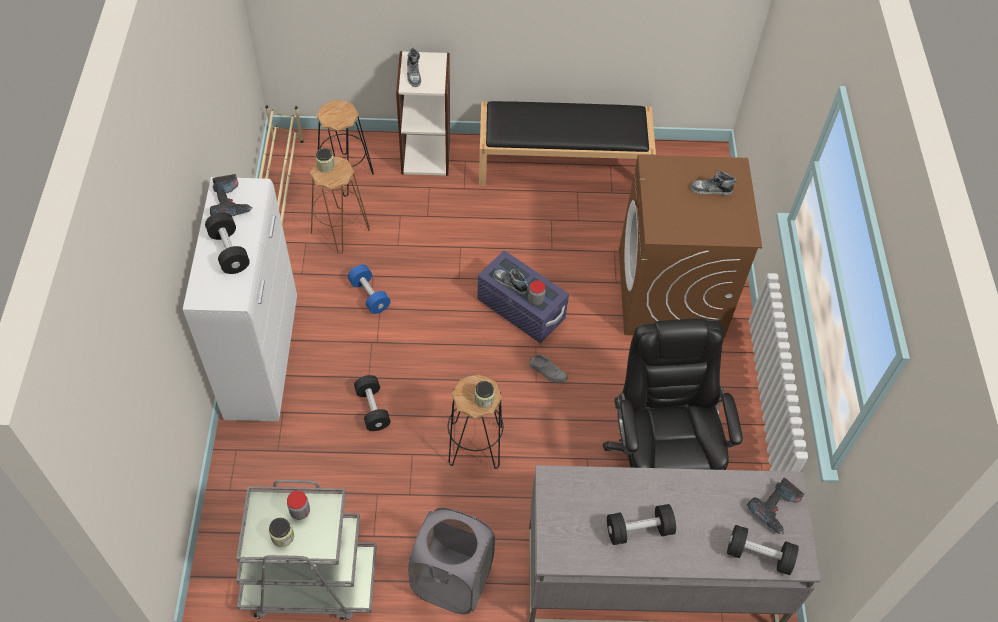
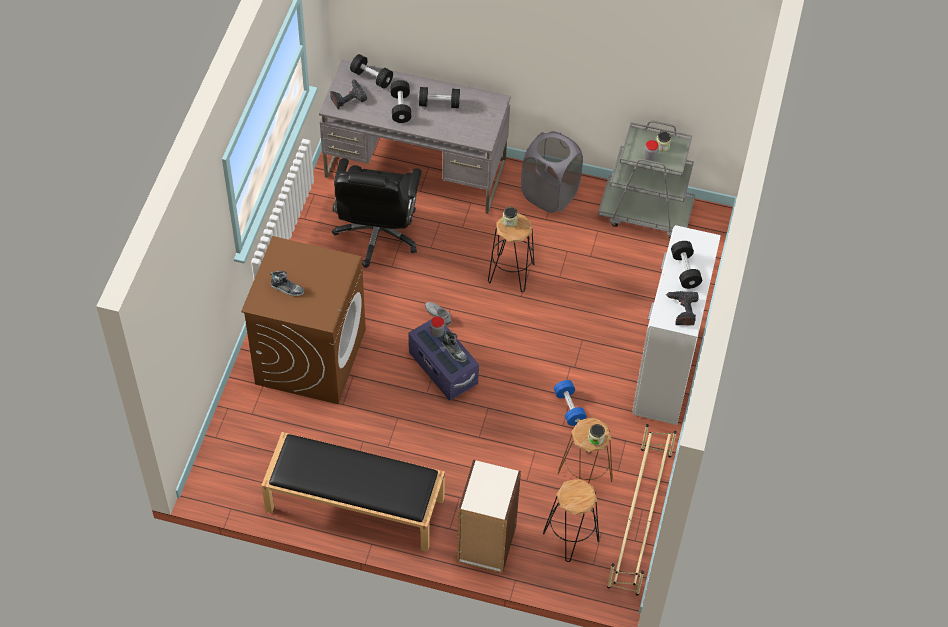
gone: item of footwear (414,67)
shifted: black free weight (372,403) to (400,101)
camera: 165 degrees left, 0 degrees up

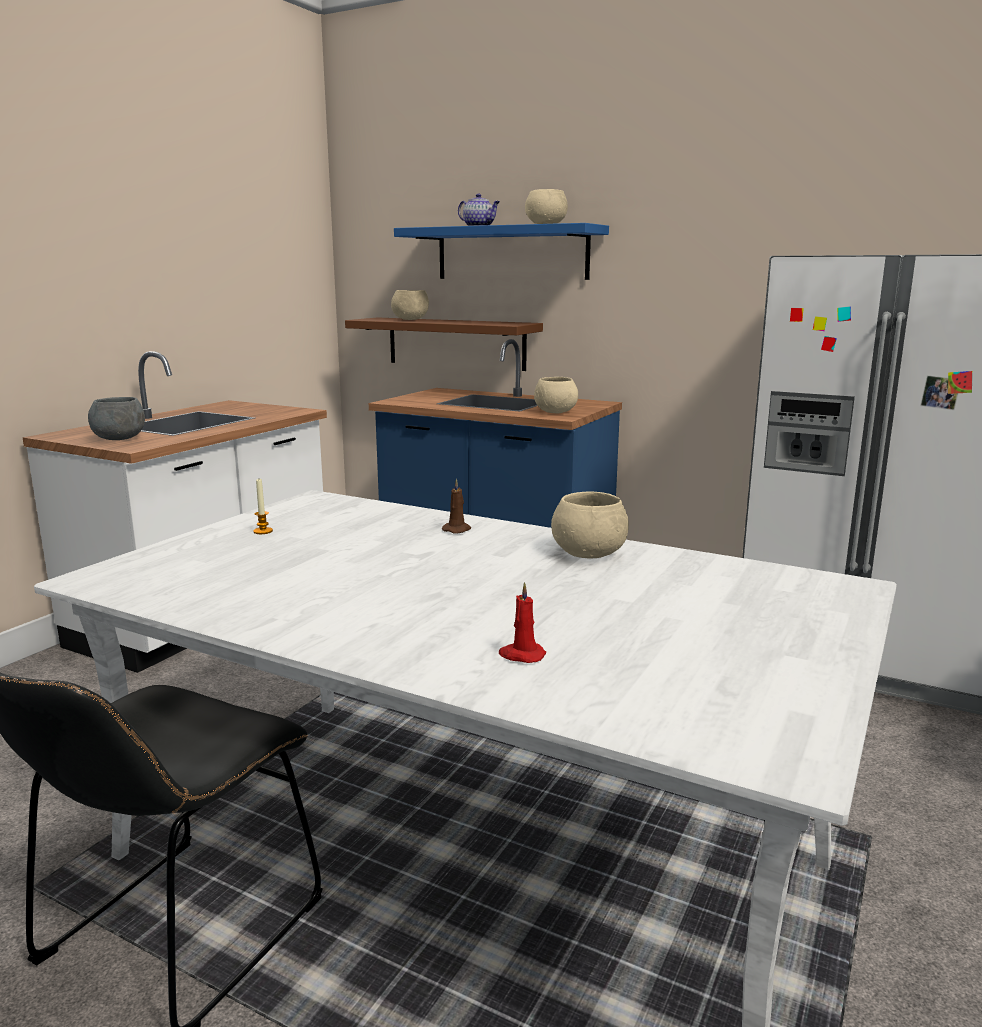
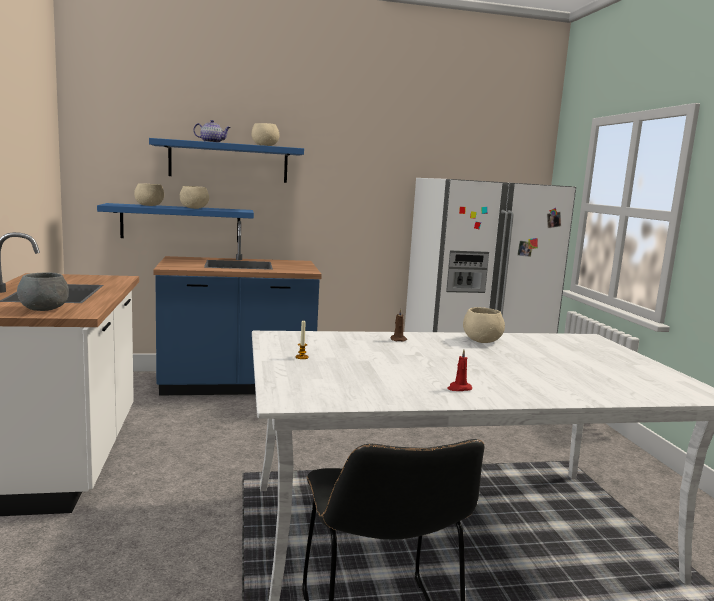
shifted: red wax candle (522,622) to (459,370); sand-coloured bowl (556,395) to (194,197)
repainted: brown-coloured wall shelf (444,344) to blue wall shelf (175,222)
camera: 40 degrees left, 5 degrees down

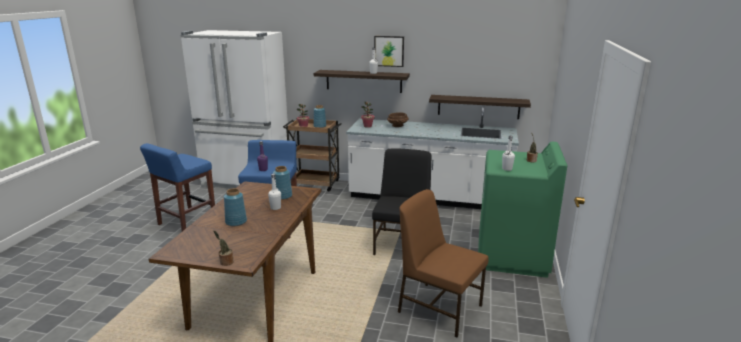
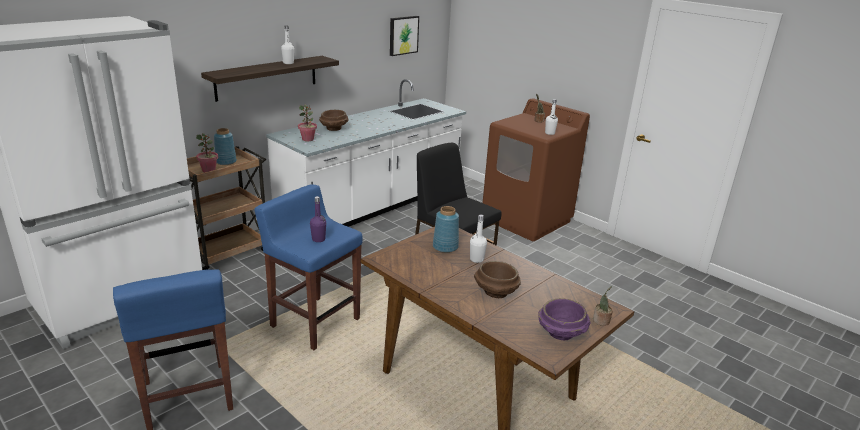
gone: brown-coloured plain chair (443,263); wall shelf (480,107)
new: purple-coloured bowl (564,319)
shifted: picture (389,51) to (404,36)
swapped: blue flower vase (235,207) to brown-coloured bowl (497,279)
repainted: green-coloured laundry appliance (522,210) to brown-coloured laundry appliance (536,169)
camera: 60 degrees left, 5 degrees up

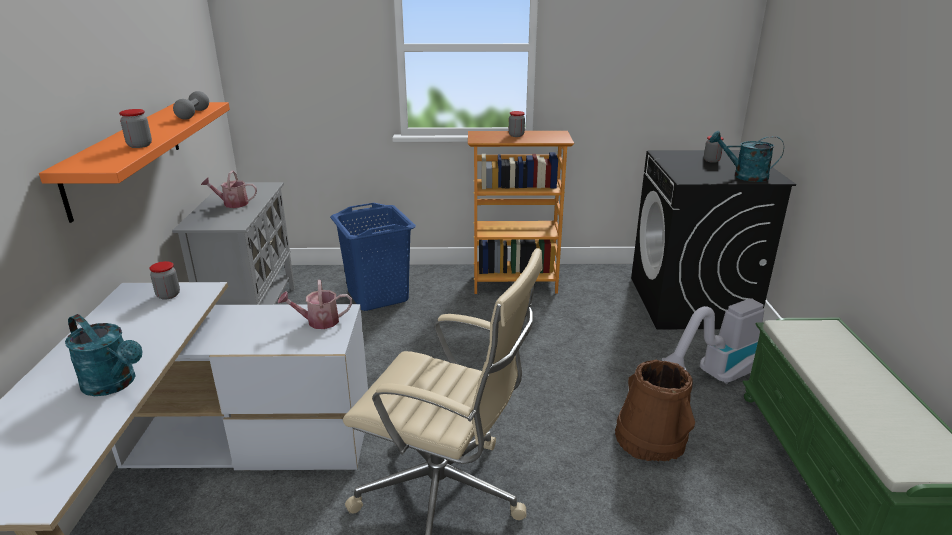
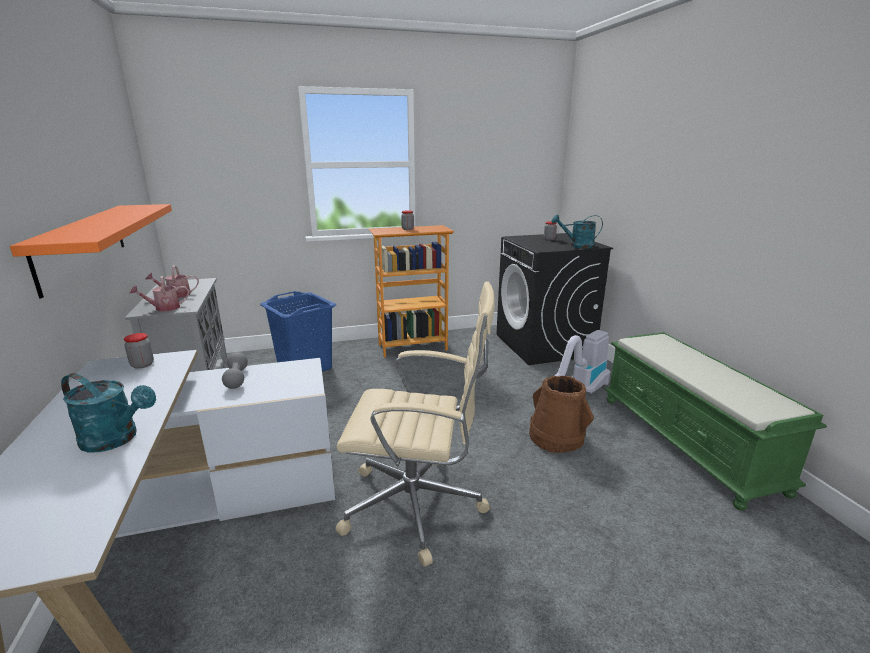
gone: jar (135,128)
shifted: greyish free weight (191,105) to (235,370); watering pot (315,304) to (159,293)
camera: 15 degrees left, 5 degrees down

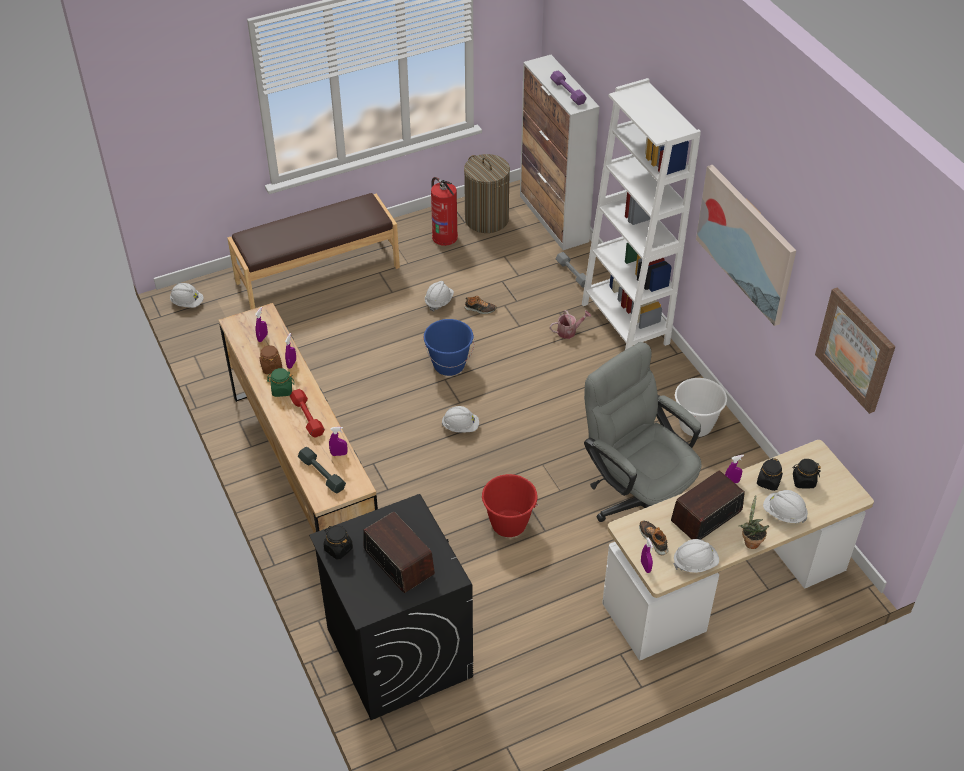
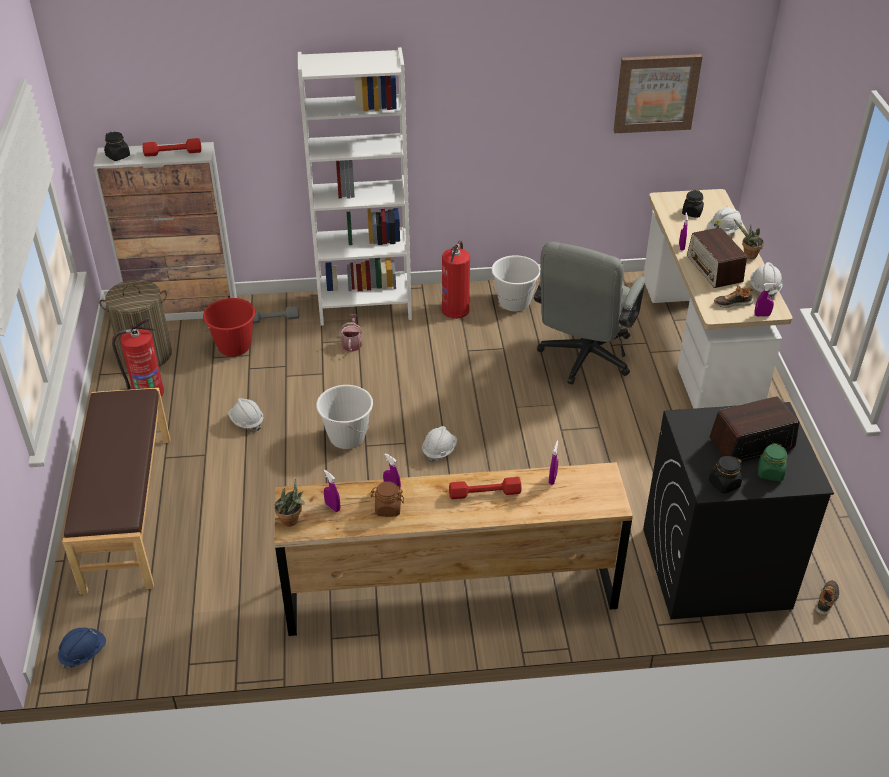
gone: greyish free weight (322,470); picture (746,245)
new: houseplant (289,502); extinguisher (456,279)
shifted: green-coloured jar (280,382) to (772,462); item of footwear (480,304) to (827,597); red bucket (510,505) to (229,327); black jar (770,474) to (117,146)
repainted: white work helmet (187,295) to blue work helmet (82,648); blue bucket (449,347) to white bucket (344,417); purple-coloured free weight (568,87) to red free weight (172,147)
rotated: greyish desk chair (643,432) = (589,313) 45 degrees counterclockwise
camera: 70 degrees left, 5 degrees down

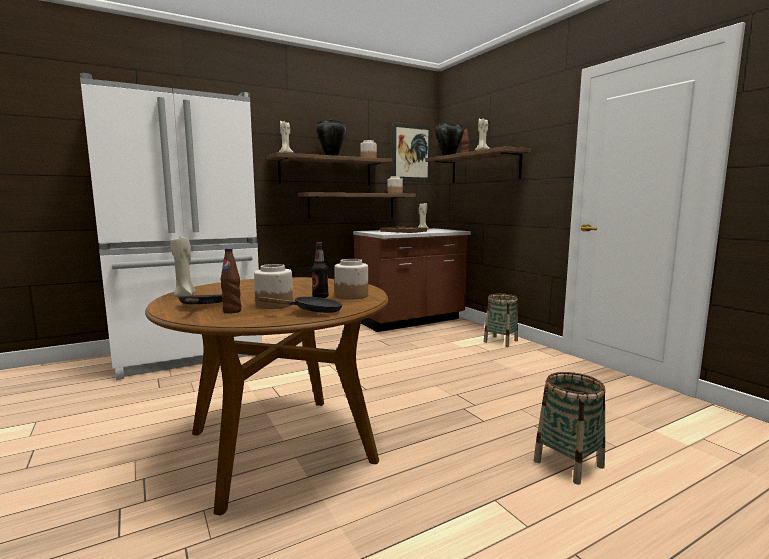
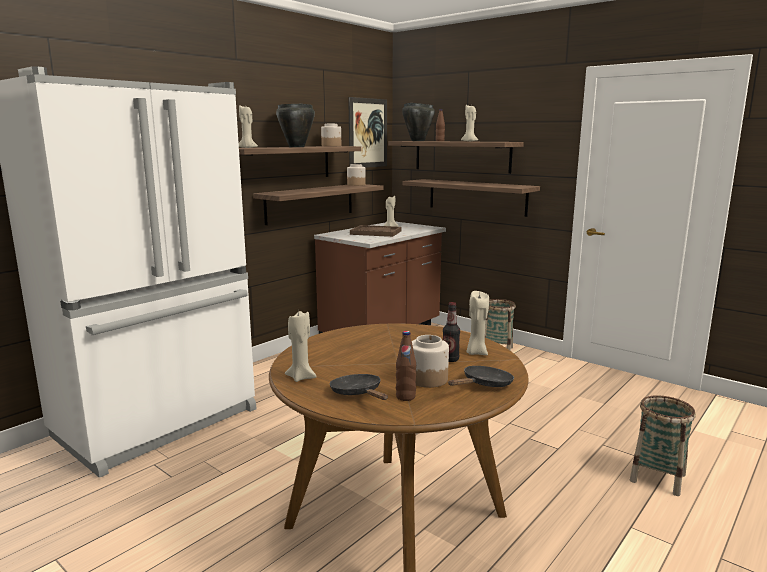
new: wall shelf (471,198)
swapped: jar (351,279) to sand-coloured wax candle (478,323)
camera: 20 degrees left, 5 degrees up

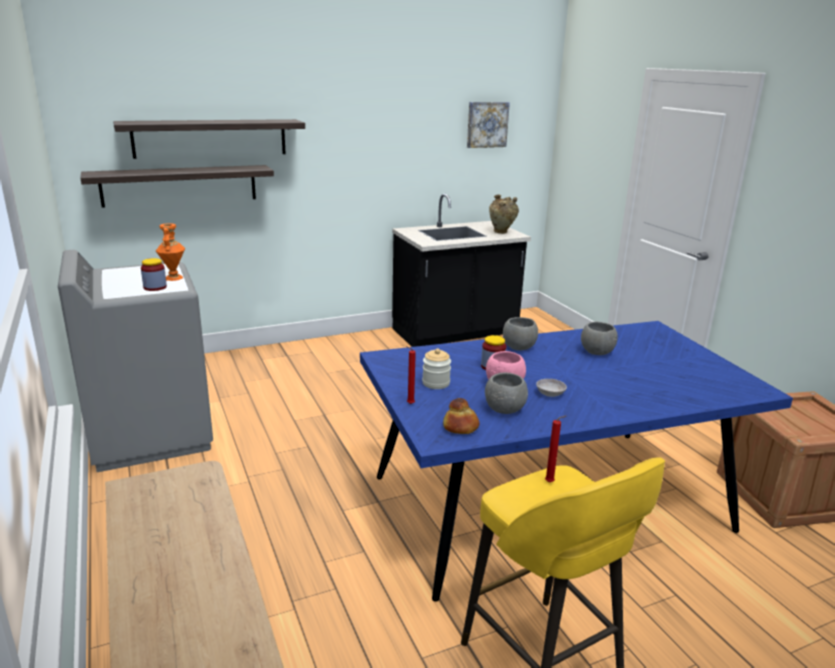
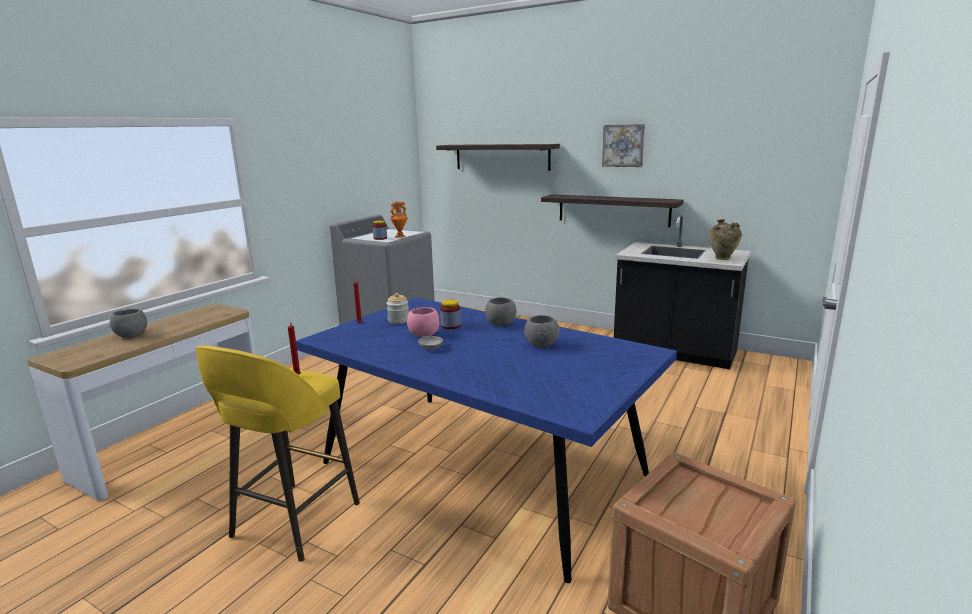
gone: bakery bread (461,416)
shifted: wall shelf (177,186) to (612,210); picture (488,125) to (623,145); greyish bowl (506,393) to (128,323)
camera: 55 degrees right, 5 degrees down

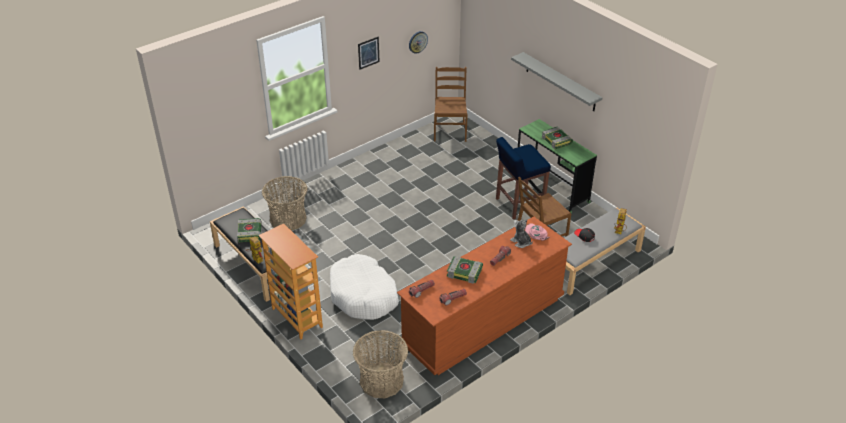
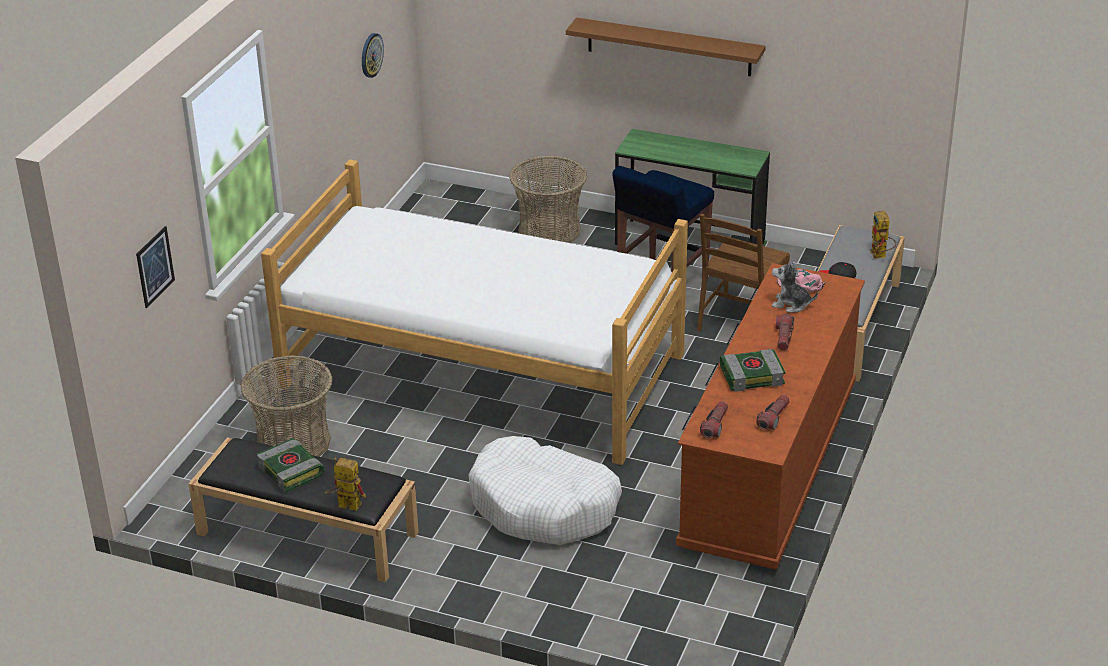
gone: bookcase (291,282); brown-coloured plain chair (451,104); book (557,138)
new: bedroom bed (474,312)
shifted: household basket (380,364) to (548,199); picture (369,53) to (155,267)
repainted: greyish wall shelf (557,81) to brown-coloured wall shelf (666,47)
camera: 30 degrees left, 5 degrees down

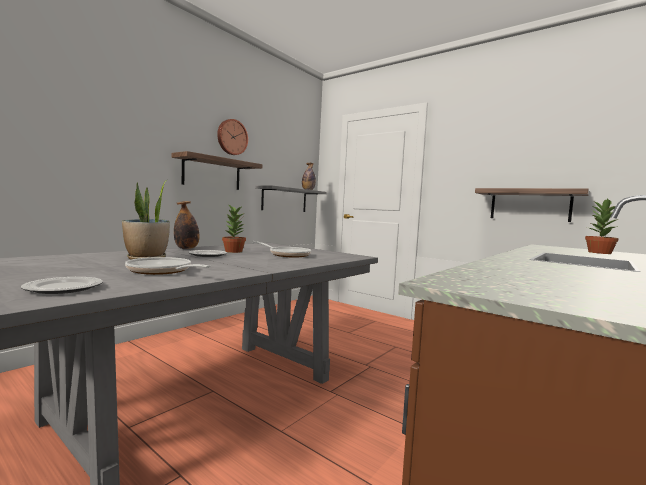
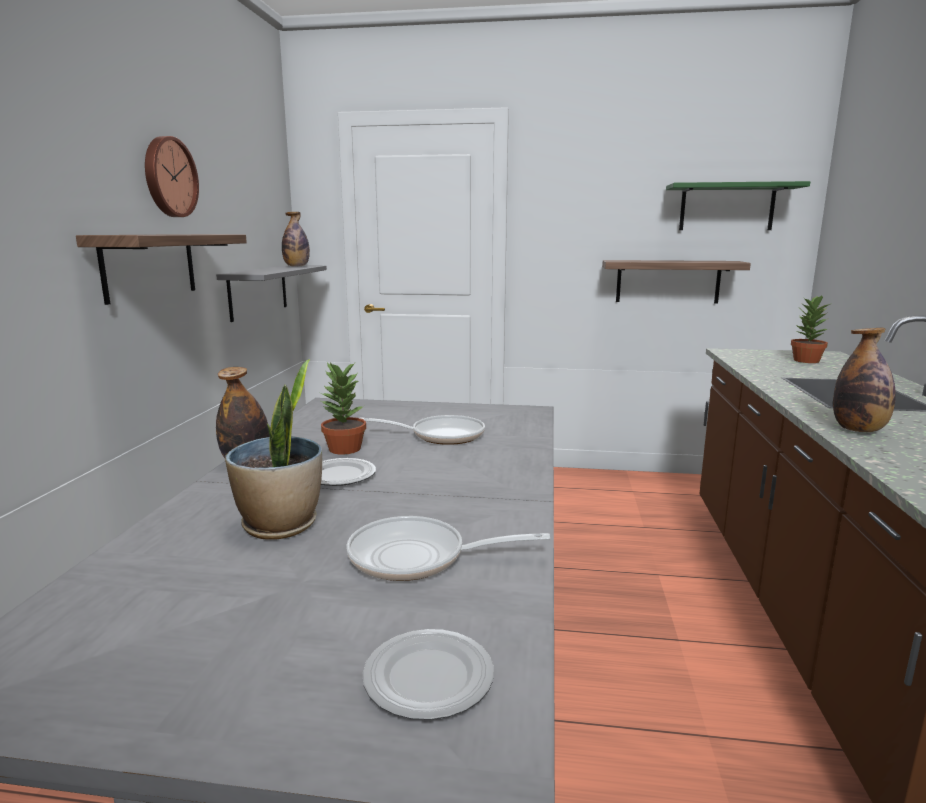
new: green-coloured wall shelf (738,205); drink bottle (864,380)
camera: 30 degrees left, 10 degrees up

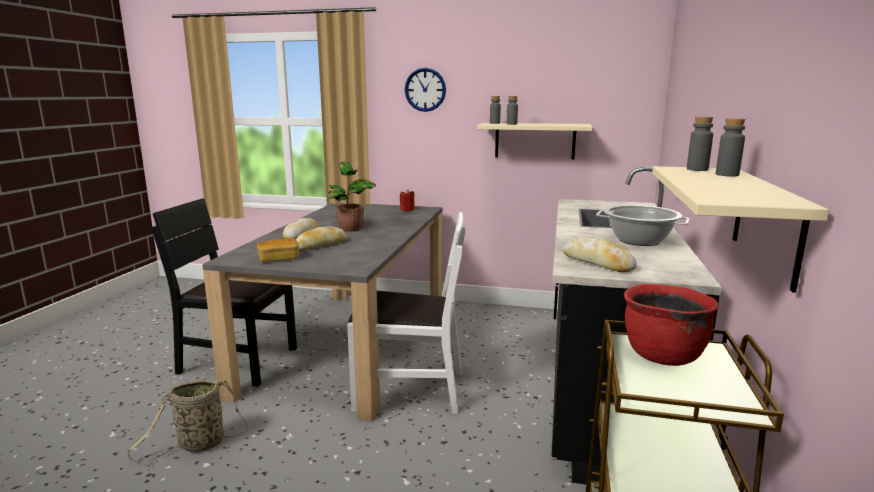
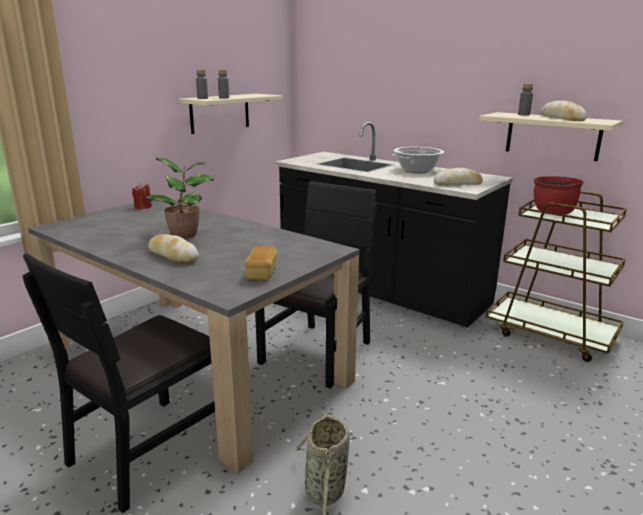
gone: clock on the wall (425,90); greyish drink bottle (700,144)
shifted: bakery bread (321,238) to (564,111)
repainted: white plain chair (406,313) to black plain chair (316,285)
camera: 65 degrees left, 5 degrees up

